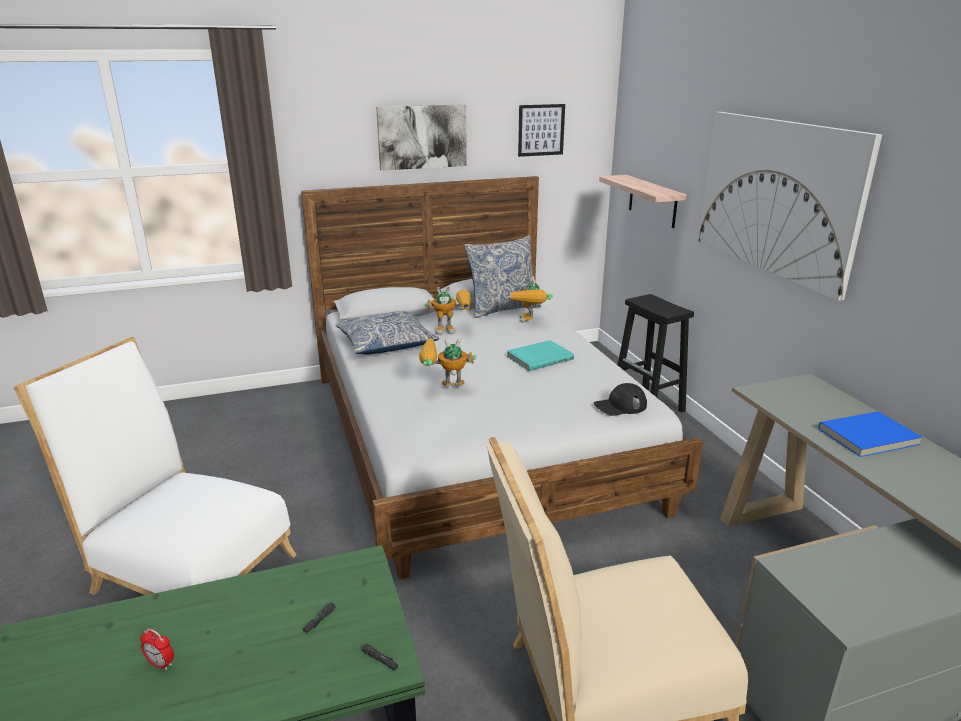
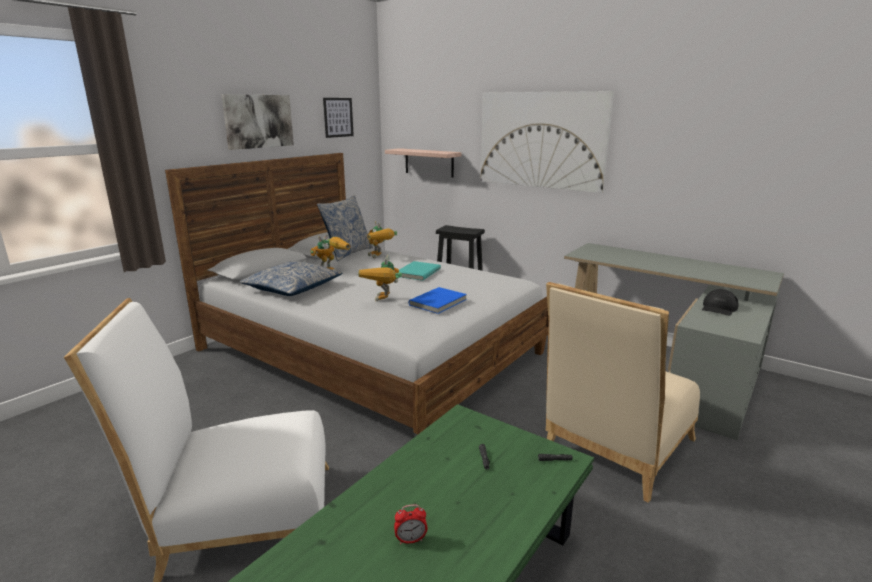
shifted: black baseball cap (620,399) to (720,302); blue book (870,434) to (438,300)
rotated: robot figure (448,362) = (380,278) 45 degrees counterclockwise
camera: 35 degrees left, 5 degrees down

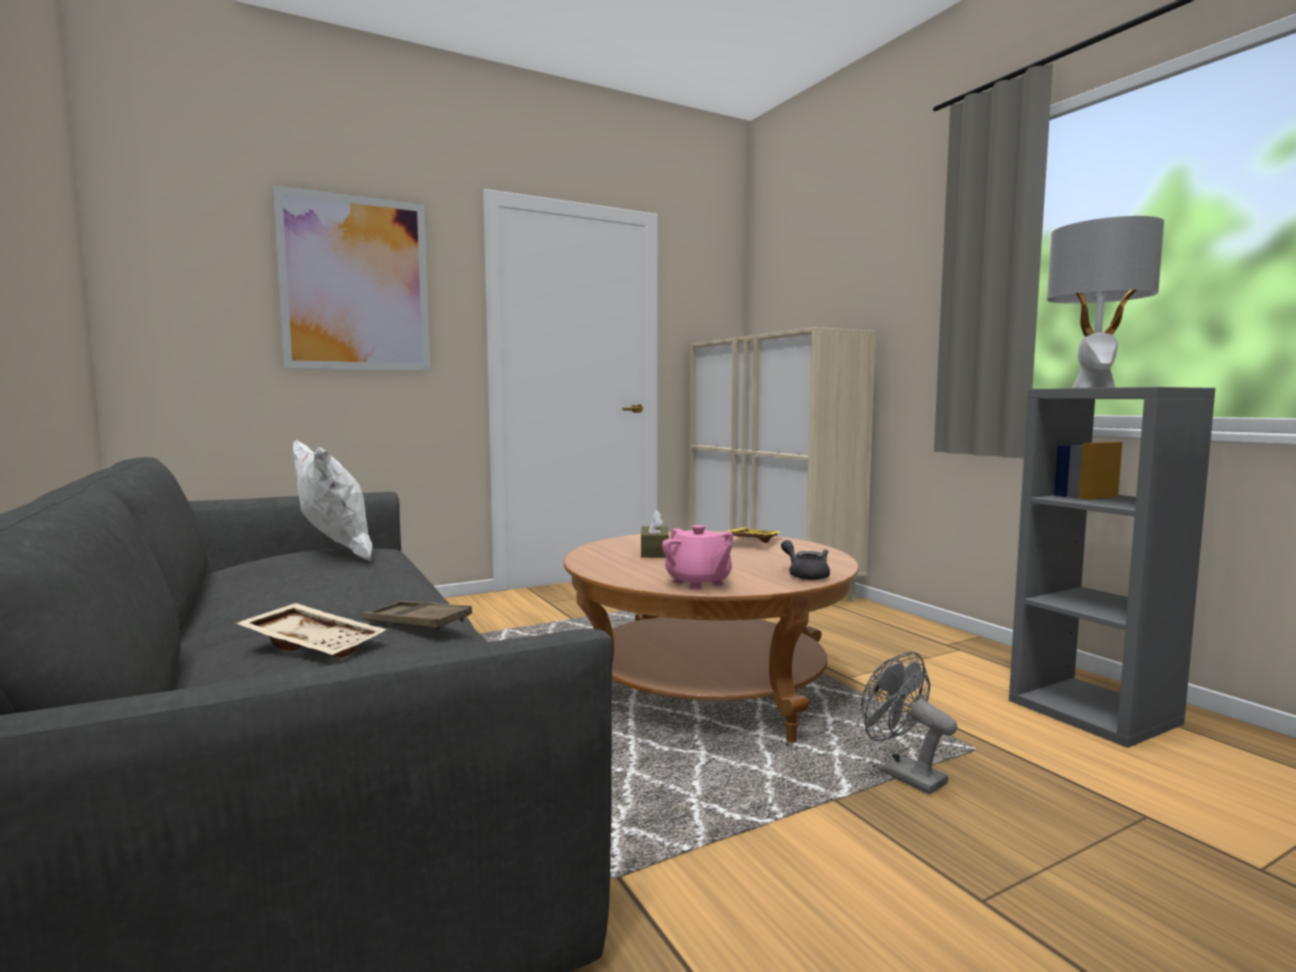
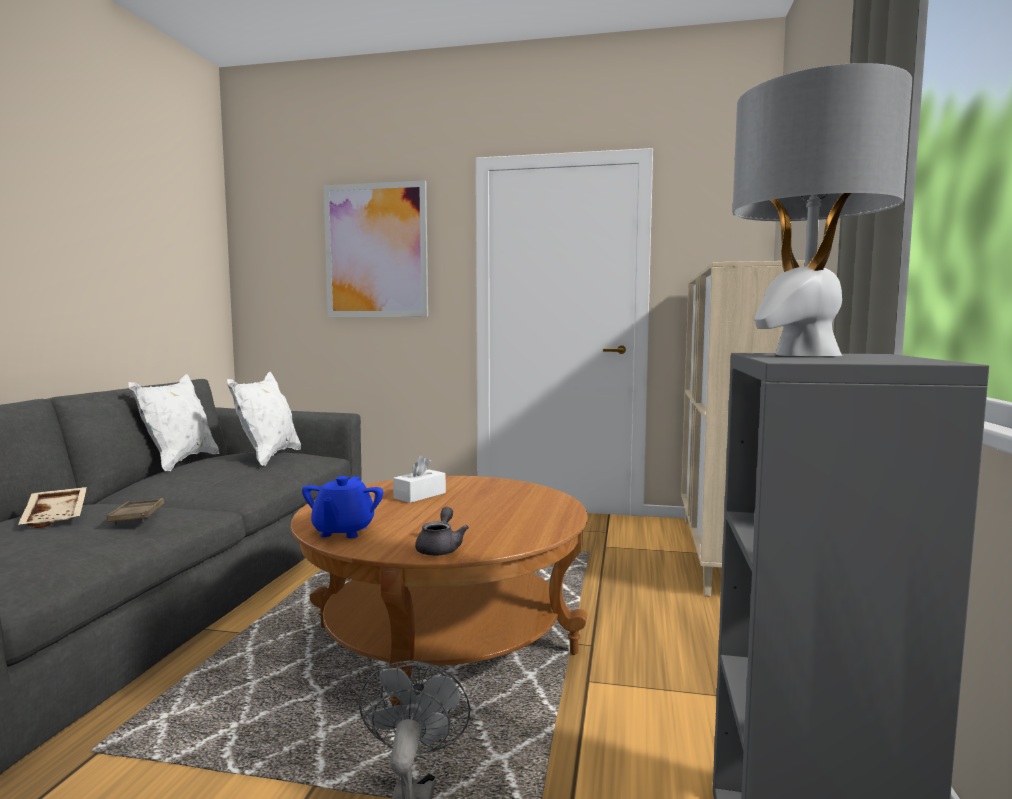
gone: yellowish tray (752,535)
new: white cushion (174,422)
repainted: brown-coloured box of tissues (655,534) to white box of tissues (419,479); pink pot for tea (697,557) to blue pot for tea (342,507)
camera: 40 degrees right, 0 degrees up

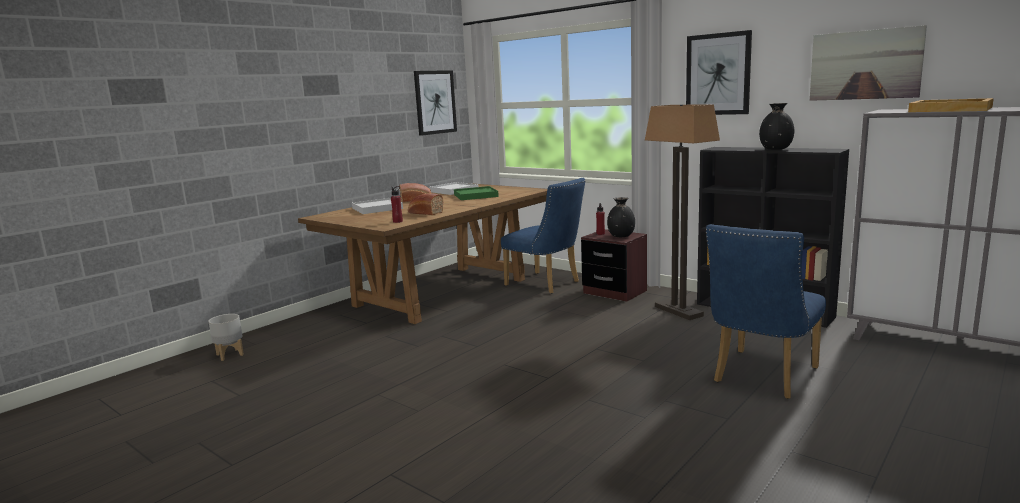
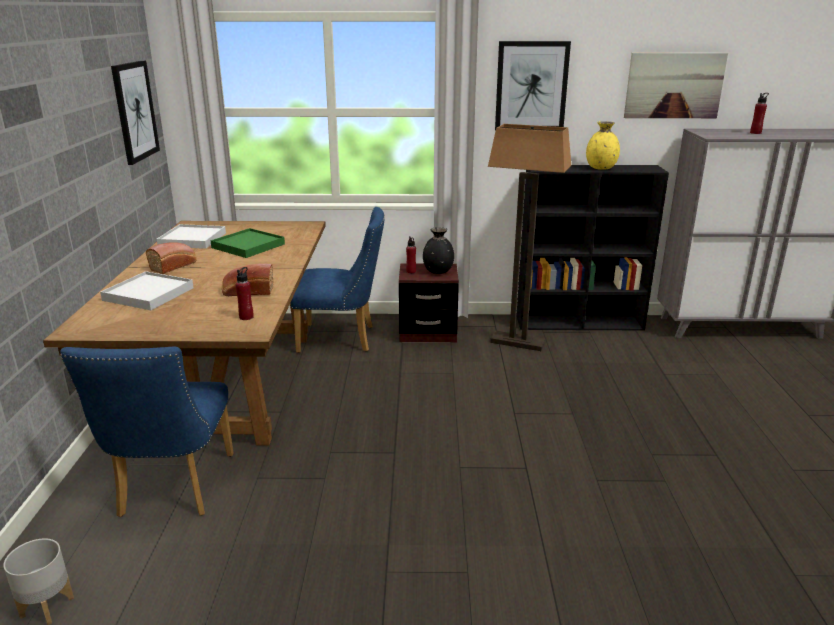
shifted: blue plain chair (766,311) to (146,431)
swapped: sand-coloured tray (951,105) to red drink bottle (759,113)
repainted: black flower vase (776,126) to yellowish flower vase (603,145)
camera: 40 degrees left, 10 degrees up

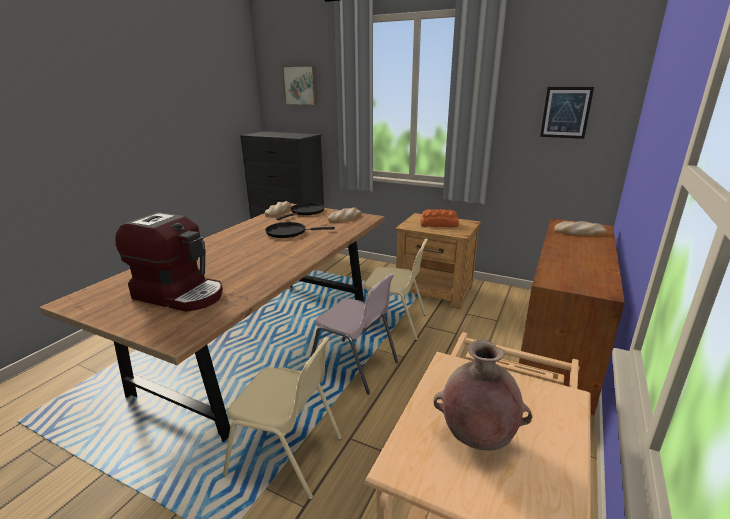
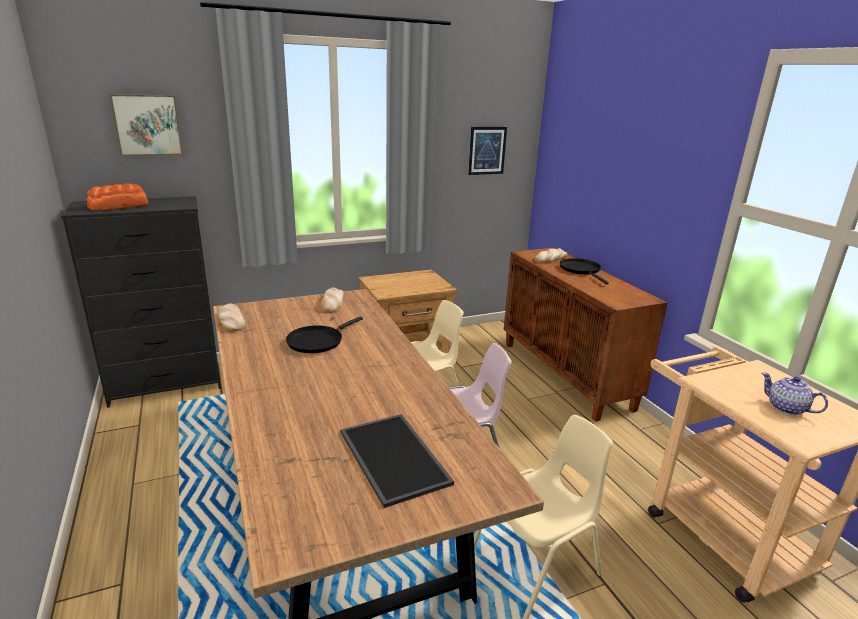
shifted: black frying pan (300,211) to (584,271); bakery bread (439,218) to (118,197)
swapped: coffee machine (169,262) to tray (397,461); brown-coloured flower vase (483,395) to pot for tea (795,394)
camera: 50 degrees left, 0 degrees up

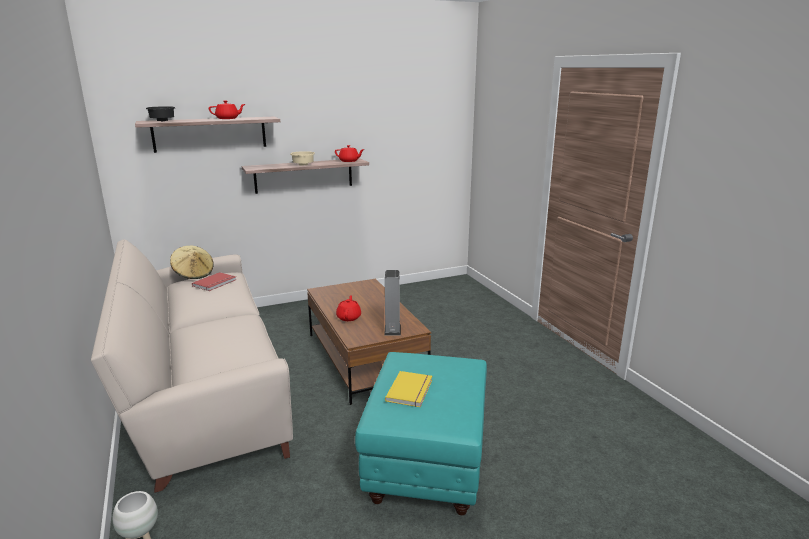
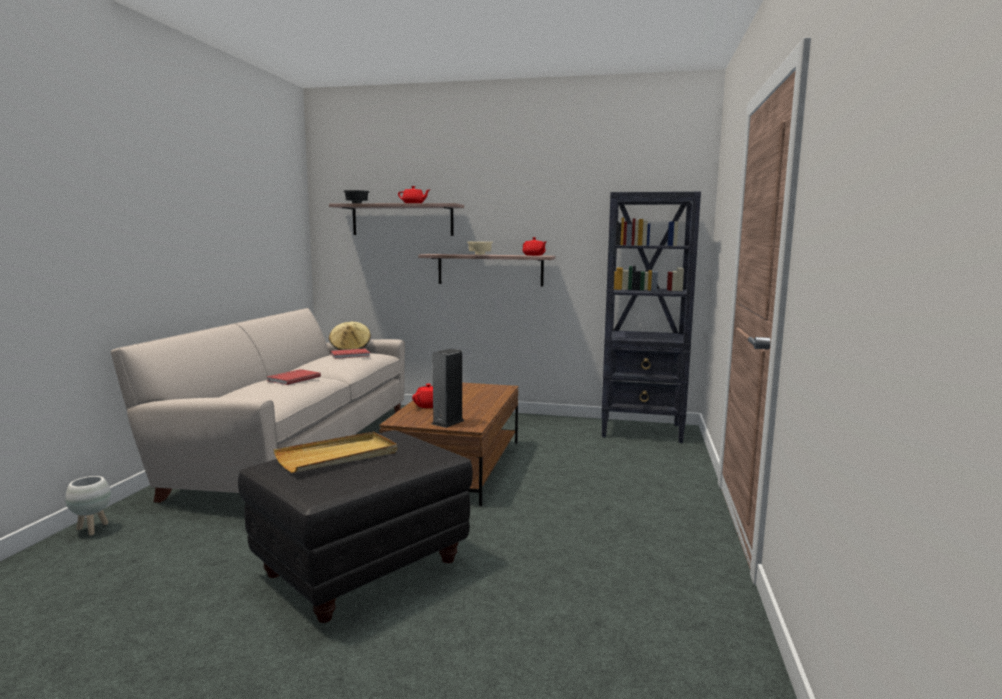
new: red book (294,377); black bookcase (651,317)
swapped: yellowish book (408,389) to sand-coloured tray (335,452)
repainted: turquoise-coloured footrest (421,433) to black footrest (355,526)
camera: 35 degrees right, 10 degrees down

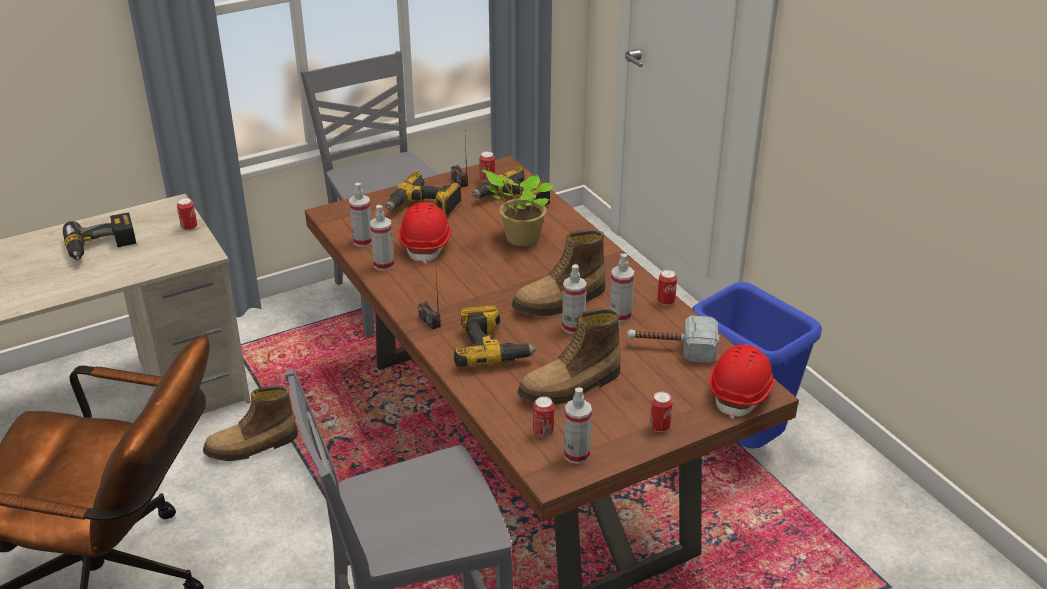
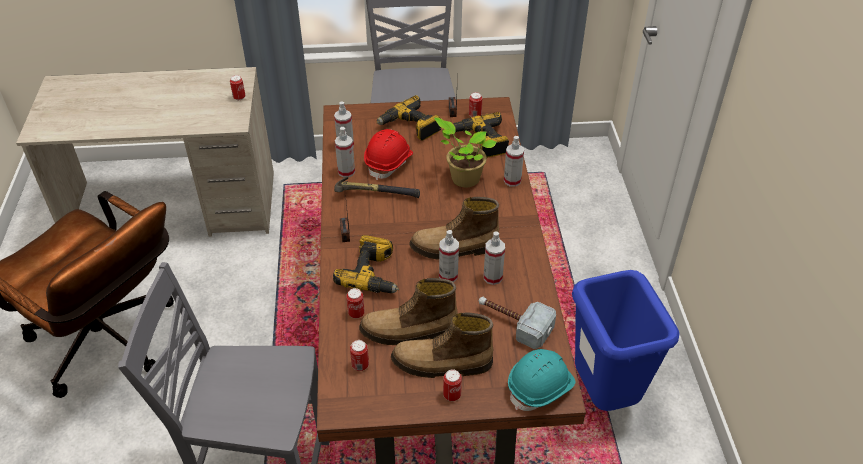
gone: electric drill (99,237)
new: hand hammer (377,187)
shifted: tall boot (250,423) to (442,345); spray bottle (578,425) to (514,161); metal can (667,288) to (355,303)
repainted: red work helmet (742,381) to turquoise-coloured work helmet (542,380)
camera: 25 degrees right, 10 degrees up

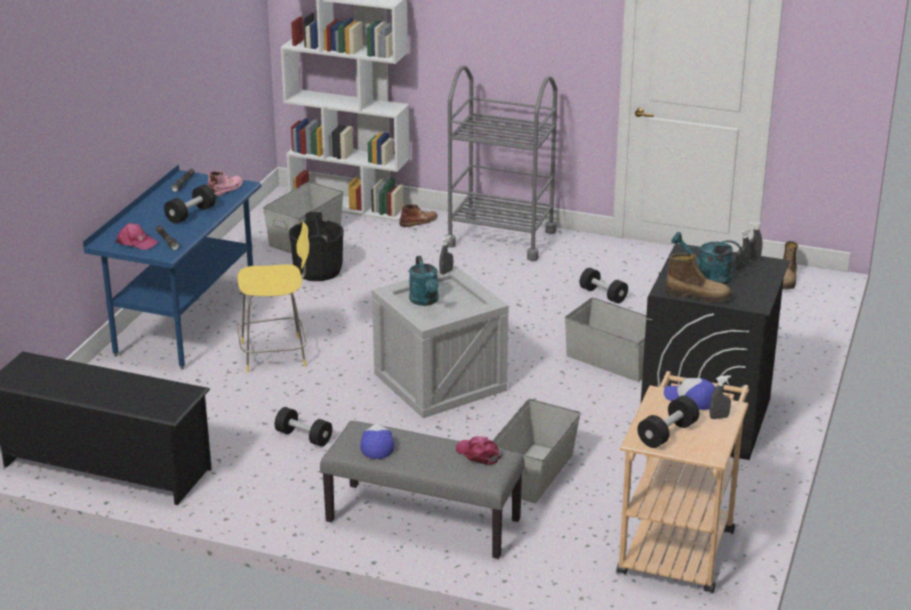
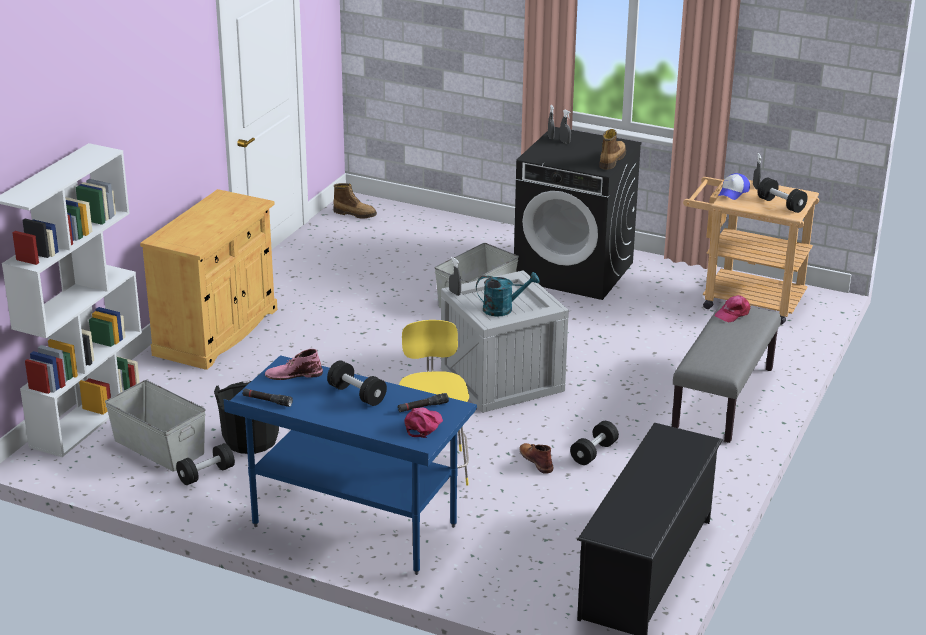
gone: baseball cap (377,441); greyish storage bin (536,451); turquoise-coloured watering pot (706,258)
shifted: brown-coloured tall boot (418,215) to (536,458); black free weight (603,285) to (205,464)
swapped: greyish trolley (501,163) to sand-coloured cabinet (208,279)
rotated: pink tall boot (225,183) = (294,364) 45 degrees counterclockwise
camera: 85 degrees left, 0 degrees up

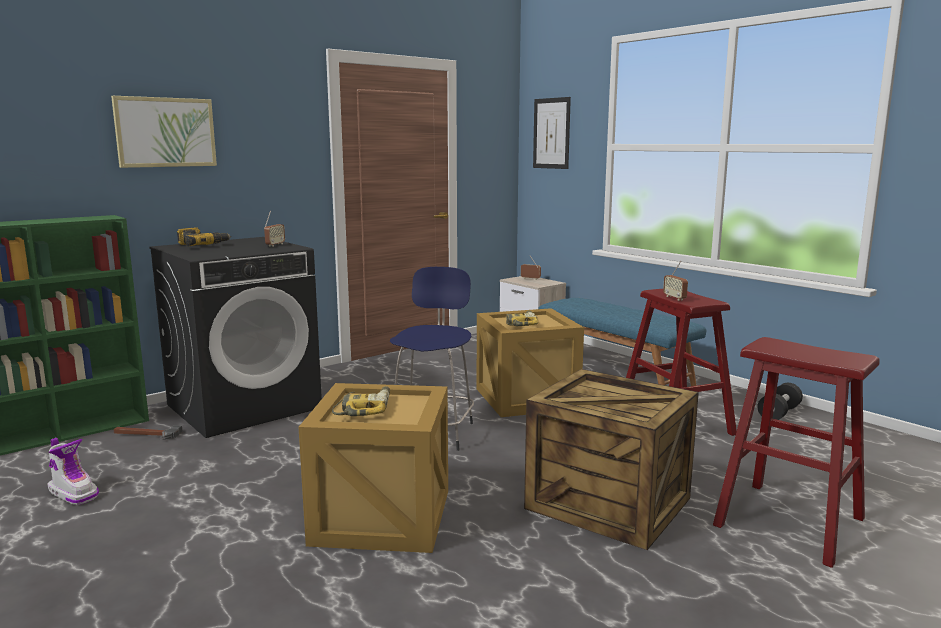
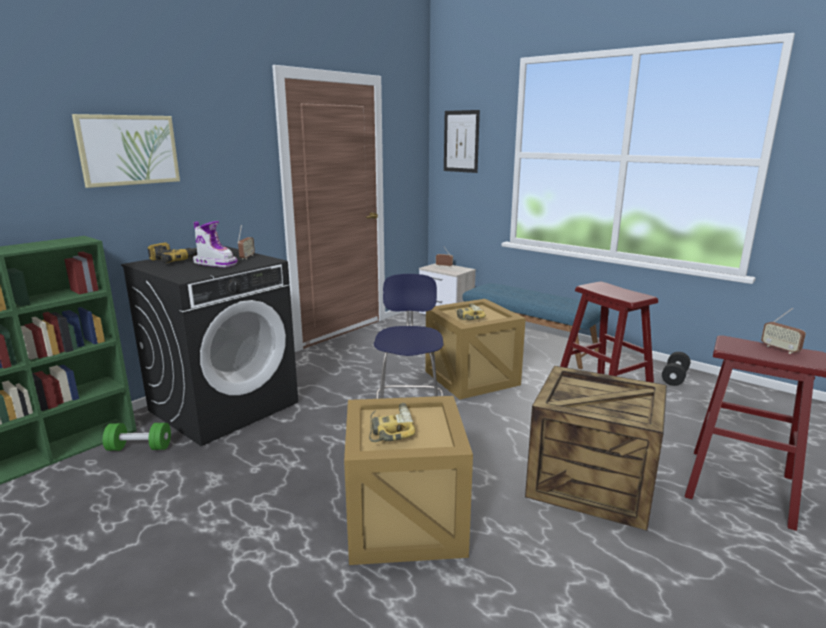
shifted: tall boot (73,471) to (215,244); radio (675,281) to (783,331)
swapped: hand hammer (148,432) to green-coloured free weight (137,437)
camera: 10 degrees left, 5 degrees up

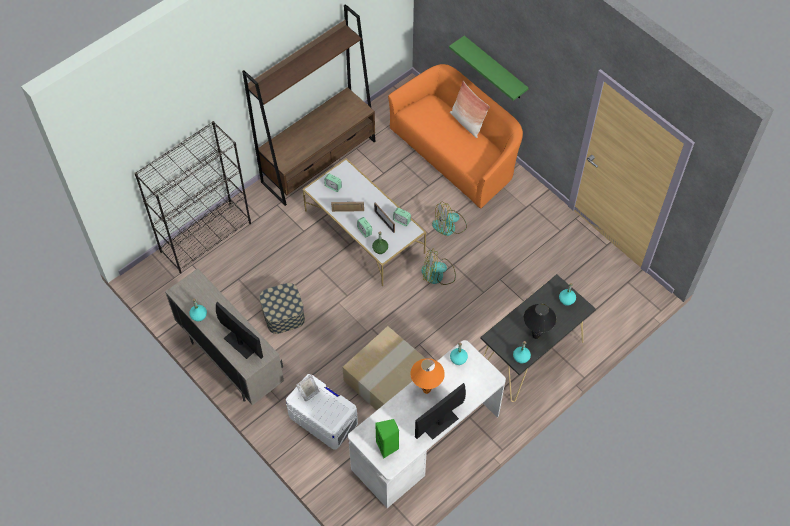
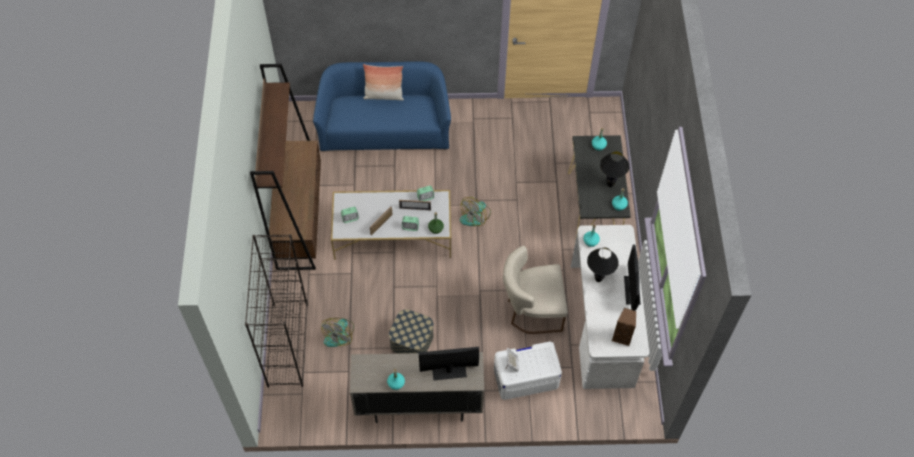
gone: green-coloured wall shelf (488,68)
shifted: fan (449,219) to (337,332)
swapped: carton (388,368) to sand-coloured plain chair (535,290)
repainted: green-coloured audio speaker (387,438) to brown-coloured audio speaker (624,327); orangey sofa (455,136) to blue sofa (382,106); orangey table lamp (428,376) to black table lamp (603,265)
camera: 50 degrees left, 0 degrees up

